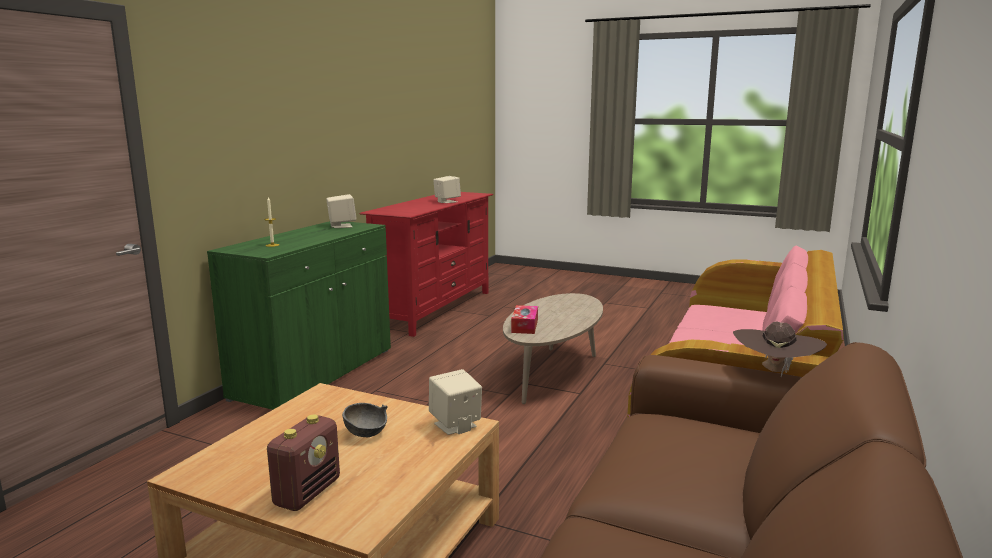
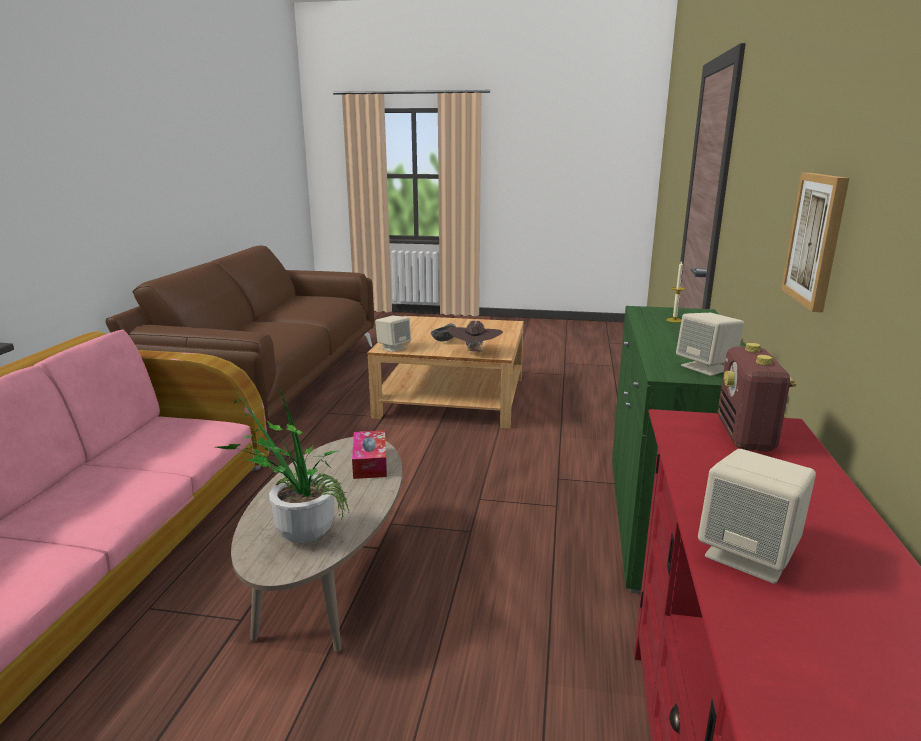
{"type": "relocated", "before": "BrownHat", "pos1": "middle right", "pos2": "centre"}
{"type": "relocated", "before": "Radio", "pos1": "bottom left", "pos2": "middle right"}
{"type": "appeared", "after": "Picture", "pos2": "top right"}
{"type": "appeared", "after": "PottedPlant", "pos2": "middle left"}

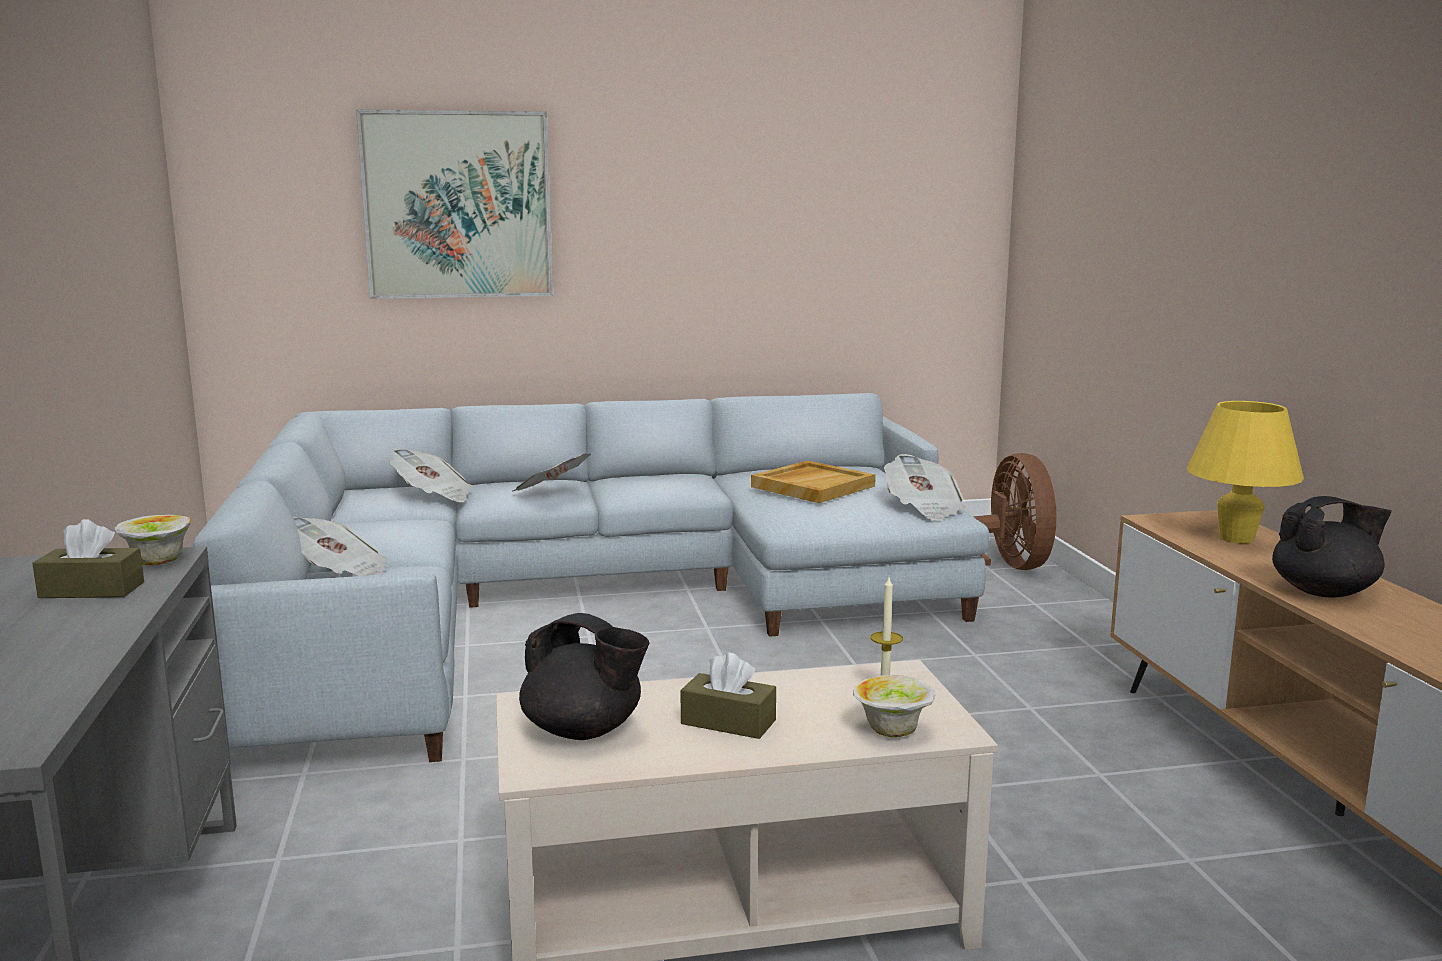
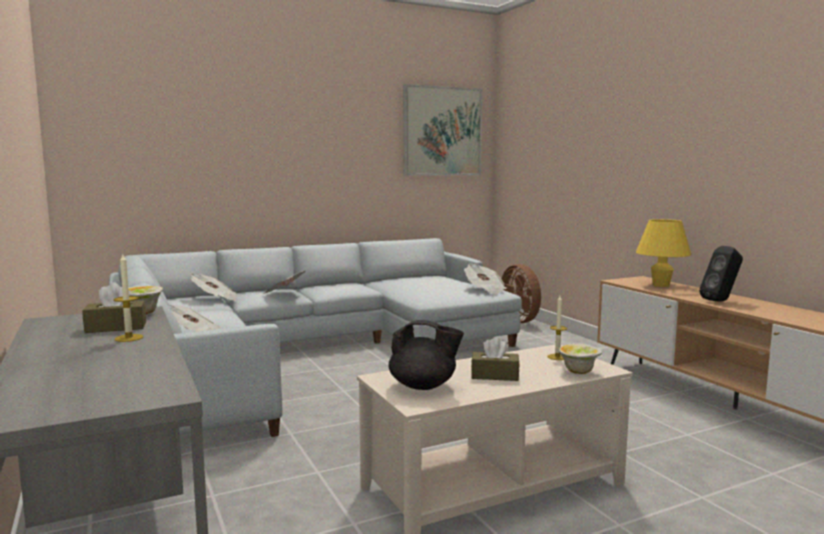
{"type": "relocated", "before": "Picture", "pos1": "top left", "pos2": "top centre"}
{"type": "missing", "before": "BeigeTray", "pos1": "centre"}
{"type": "exchanged", "before": "BlackTeapot (no. 2 from left)", "after": "BlackSpeaker", "pos1": "middle right", "pos2": "middle right"}
{"type": "appeared", "after": "Candle (no. 1 from left)", "pos2": "middle left"}

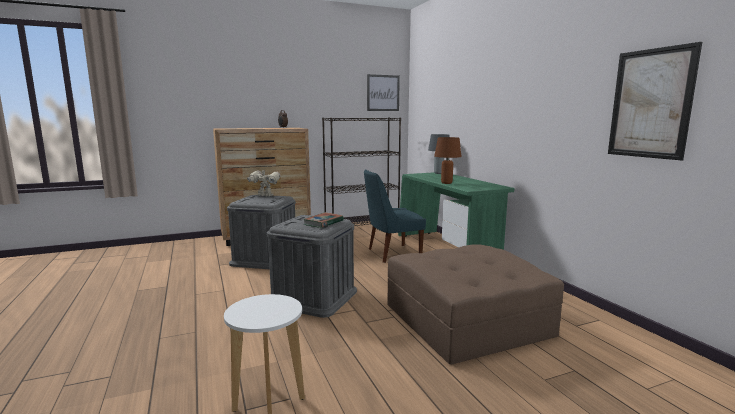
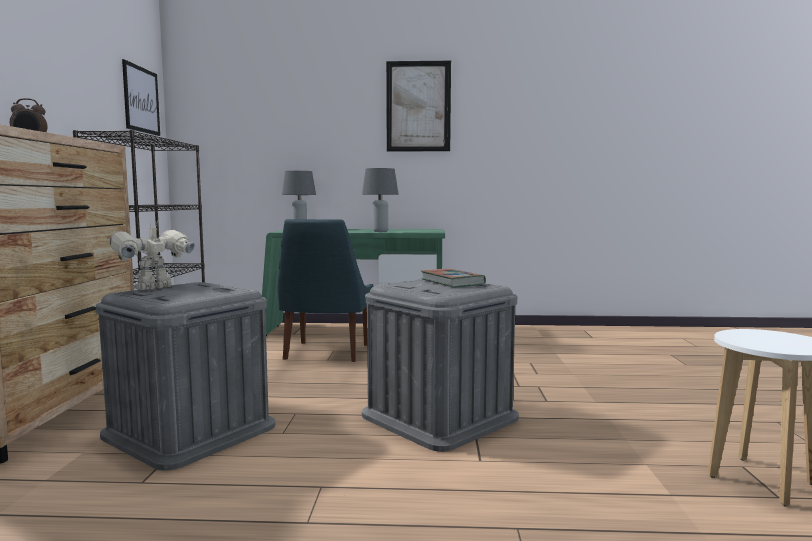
{"type": "relocated", "before": "Picture (no. 2 from left)", "pos1": "top right", "pos2": "top centre"}
{"type": "colour", "before": "BrownTableLamp", "after": "GreyTableLamp (no. 2 from left)", "pos1": "centre", "pos2": "centre"}
{"type": "missing", "before": "BrownOttoman", "pos1": "bottom centre"}

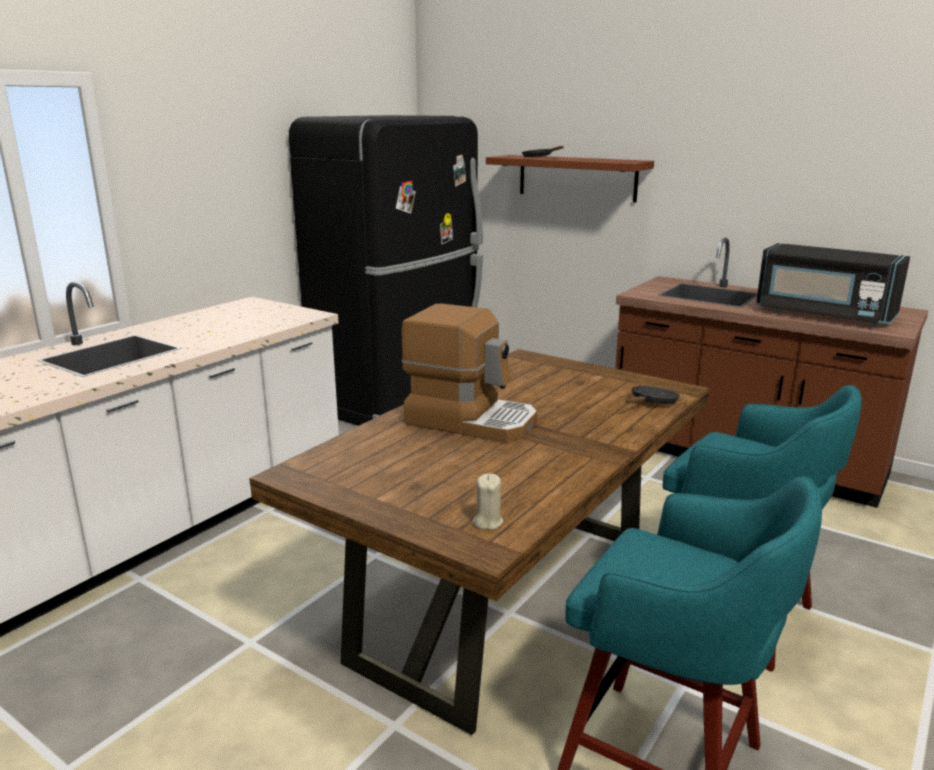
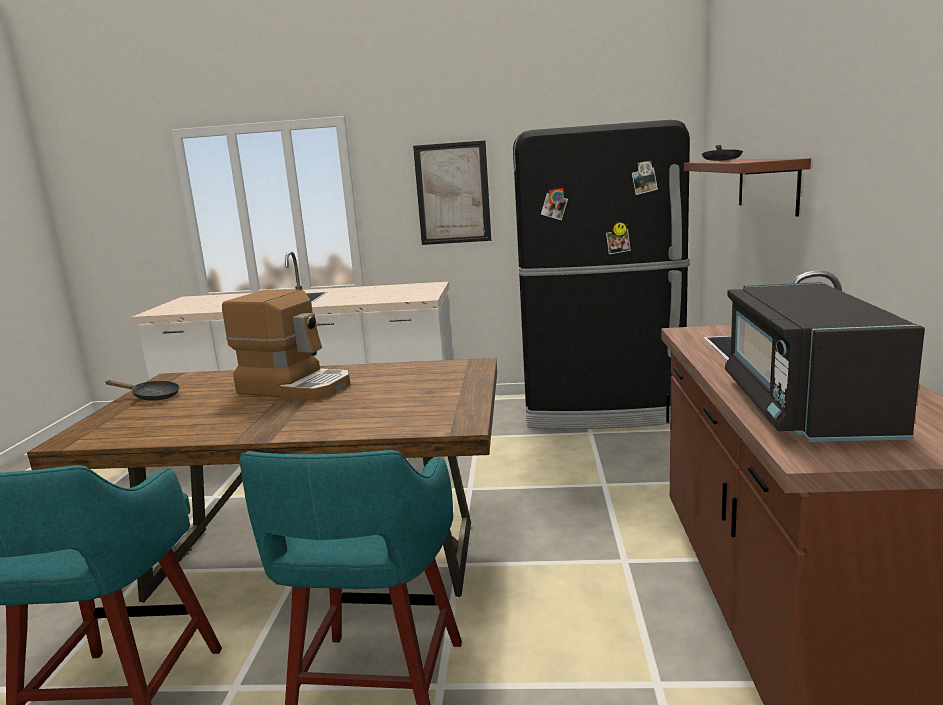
{"type": "spun", "before": "CoffeeMachine", "pos1": "centre", "pos2": "middle left", "turn": -60}
{"type": "relocated", "before": "BlackFryingPan (no. 2 from left in the first image)", "after": "BlackFryingPan (no. 1 from left)", "pos1": "middle right", "pos2": "middle left"}
{"type": "missing", "before": "BeigeCandle", "pos1": "centre"}
{"type": "appeared", "after": "Picture", "pos2": "top centre"}

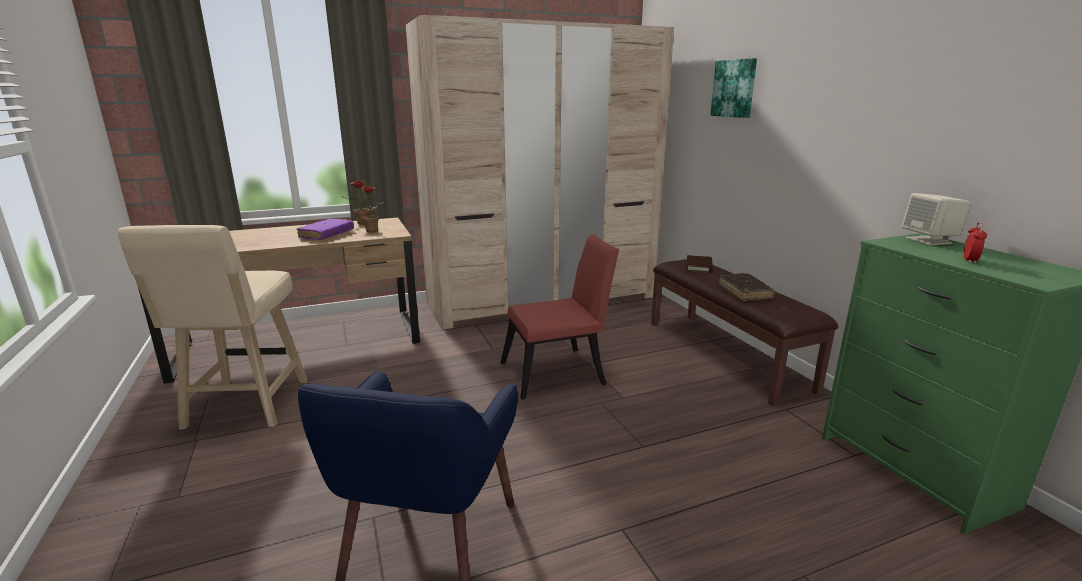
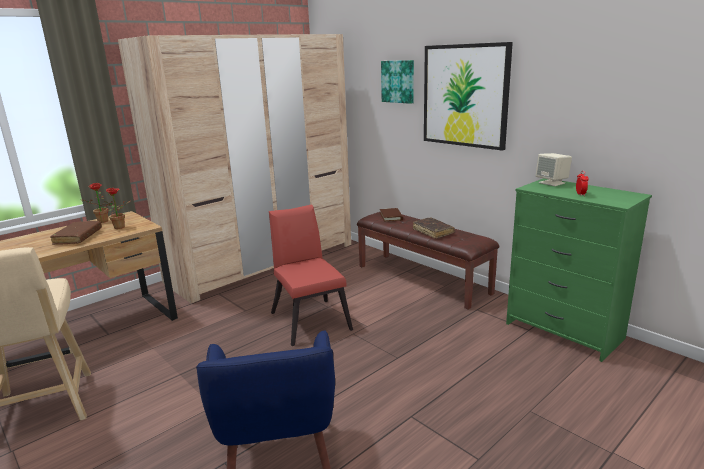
{"type": "colour", "before": "PurpleBook", "after": "BrownBook (no. 1 from left)", "pos1": "middle left", "pos2": "middle left"}
{"type": "spun", "before": "RedChair", "pos1": "centre", "pos2": "centre", "turn": -75}
{"type": "appeared", "after": "Picture (no. 2 from left)", "pos2": "top centre"}

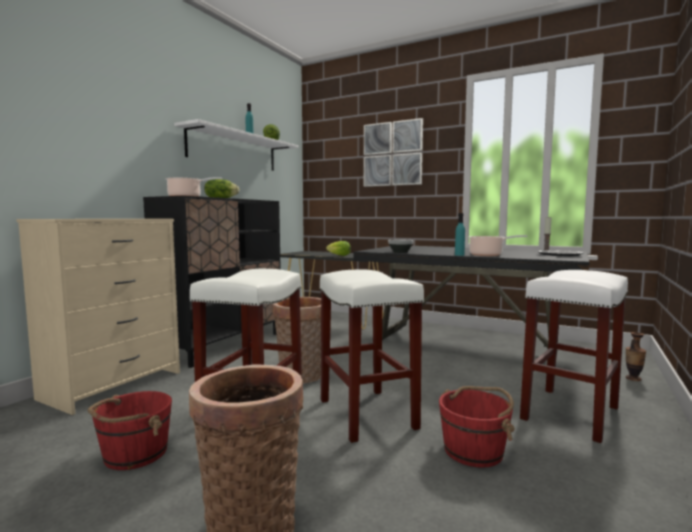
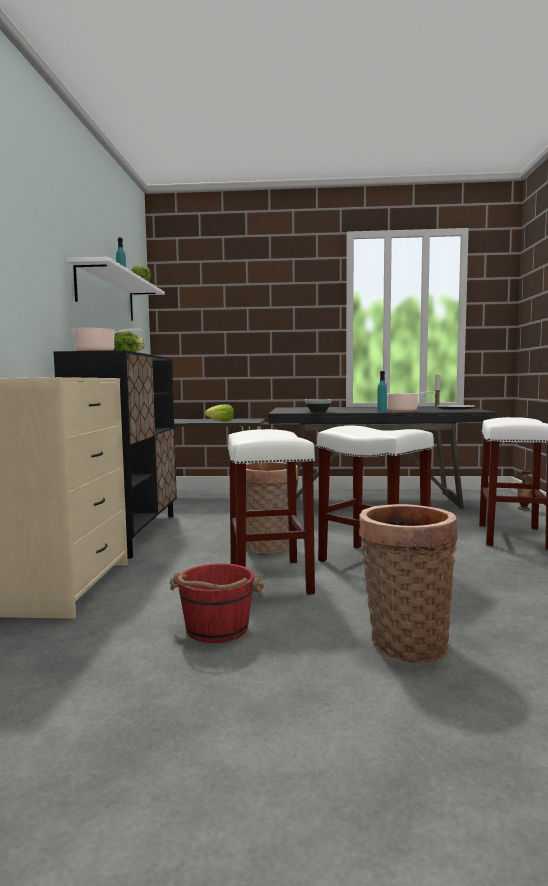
{"type": "missing", "before": "Picture", "pos1": "top centre"}
{"type": "missing", "before": "RedBucket (no. 2 from left)", "pos1": "bottom right"}

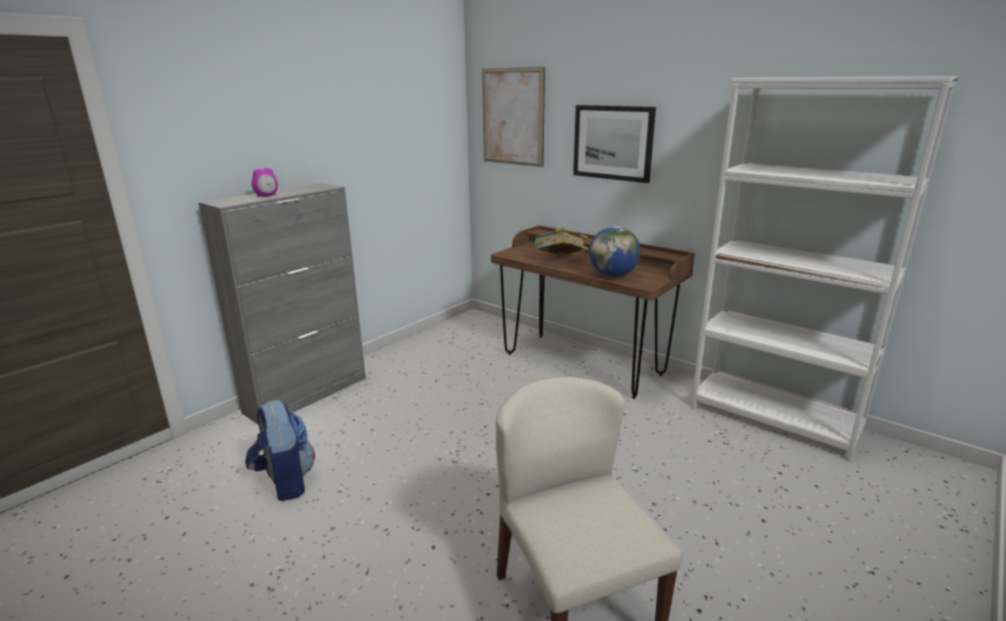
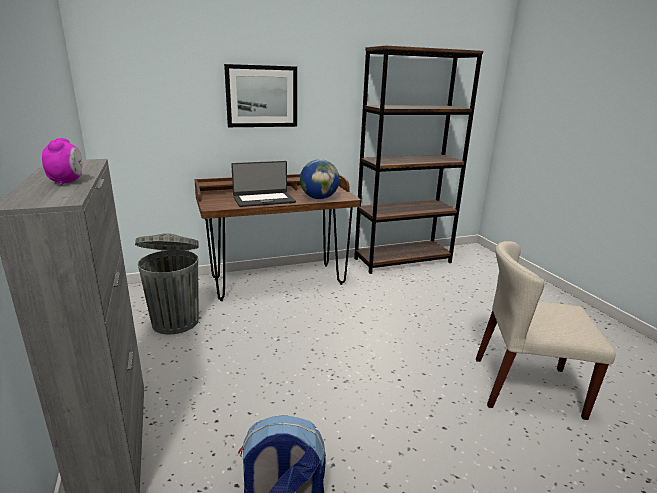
{"type": "missing", "before": "Picture (no. 1 from left)", "pos1": "top centre"}
{"type": "colour", "before": "WhiteBookcase", "after": "BrownBookcase", "pos1": "middle right", "pos2": "top centre"}
{"type": "exchanged", "before": "Book", "after": "Laptop", "pos1": "centre", "pos2": "centre"}
{"type": "appeared", "after": "GreyTrashCan", "pos2": "middle left"}

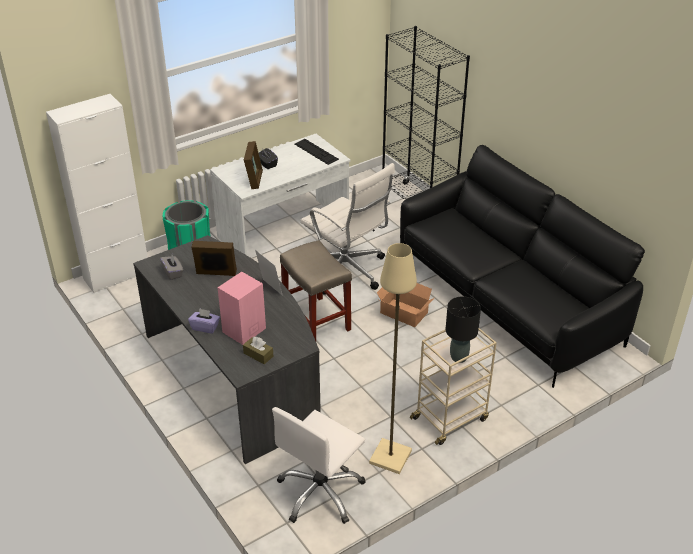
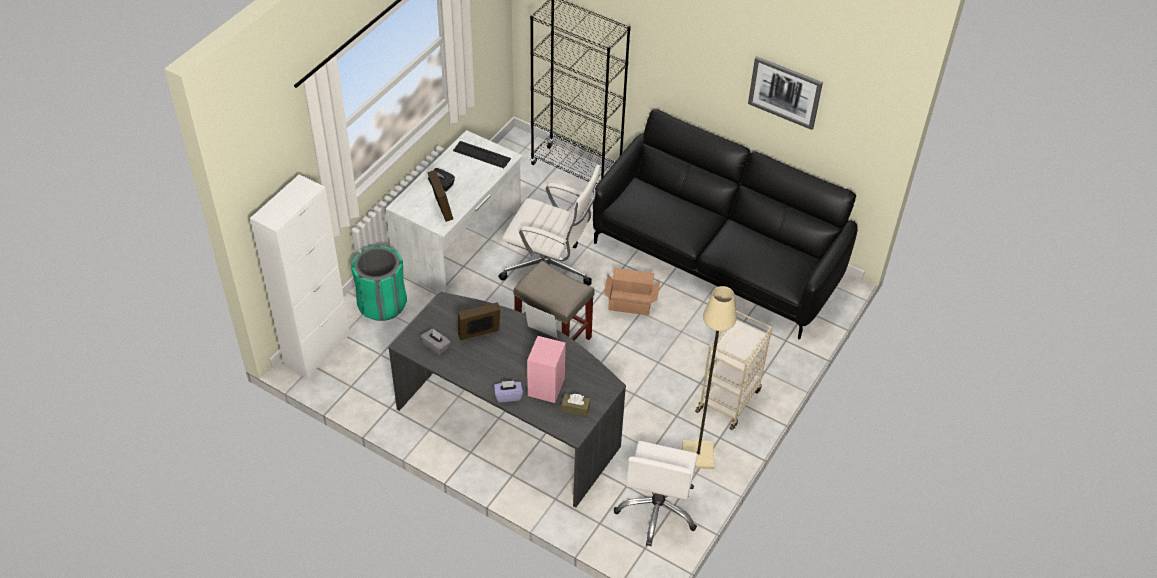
{"type": "missing", "before": "BlackTableLamp", "pos1": "middle right"}
{"type": "appeared", "after": "Picture", "pos2": "top right"}

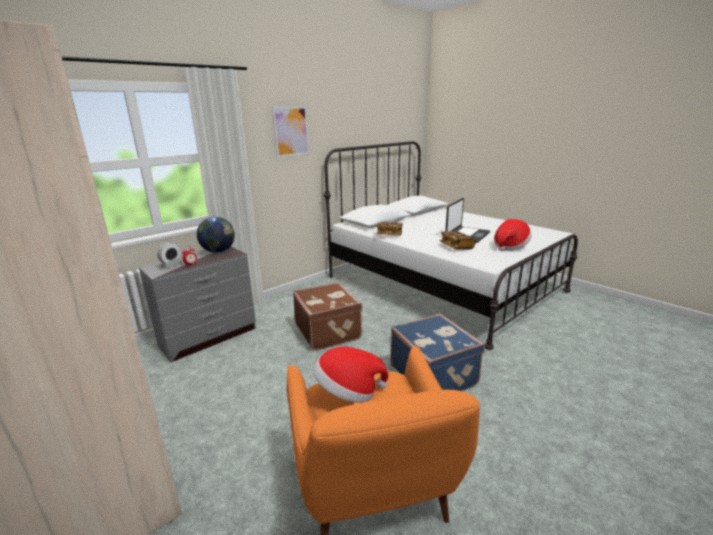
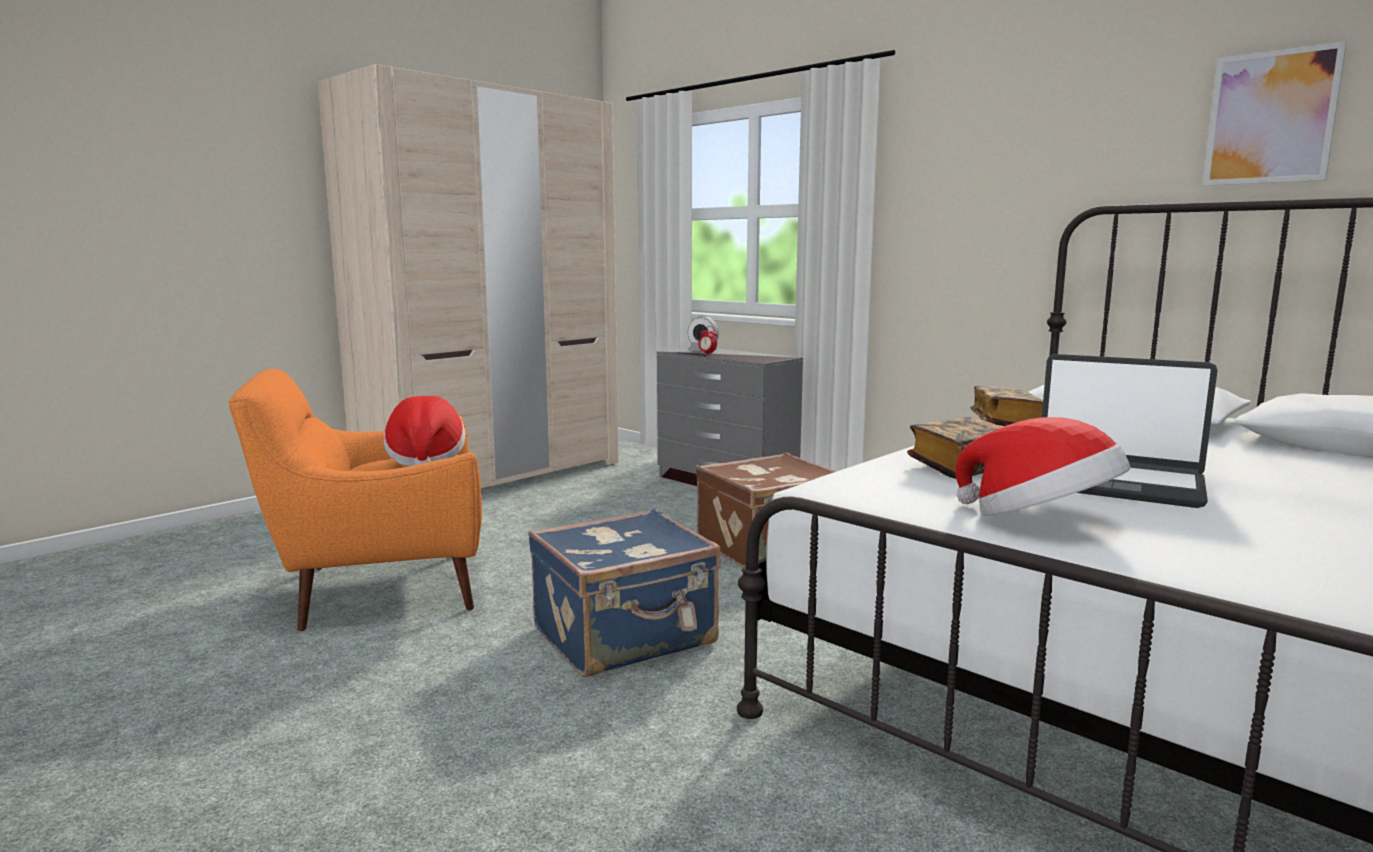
{"type": "relocated", "before": "Picture", "pos1": "top centre", "pos2": "top right"}
{"type": "missing", "before": "Globe", "pos1": "middle left"}

